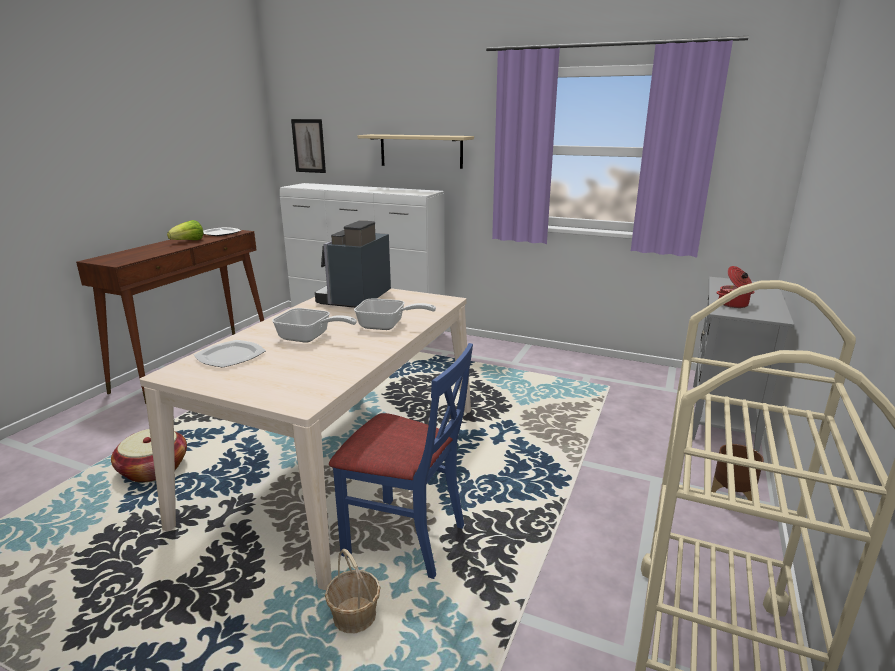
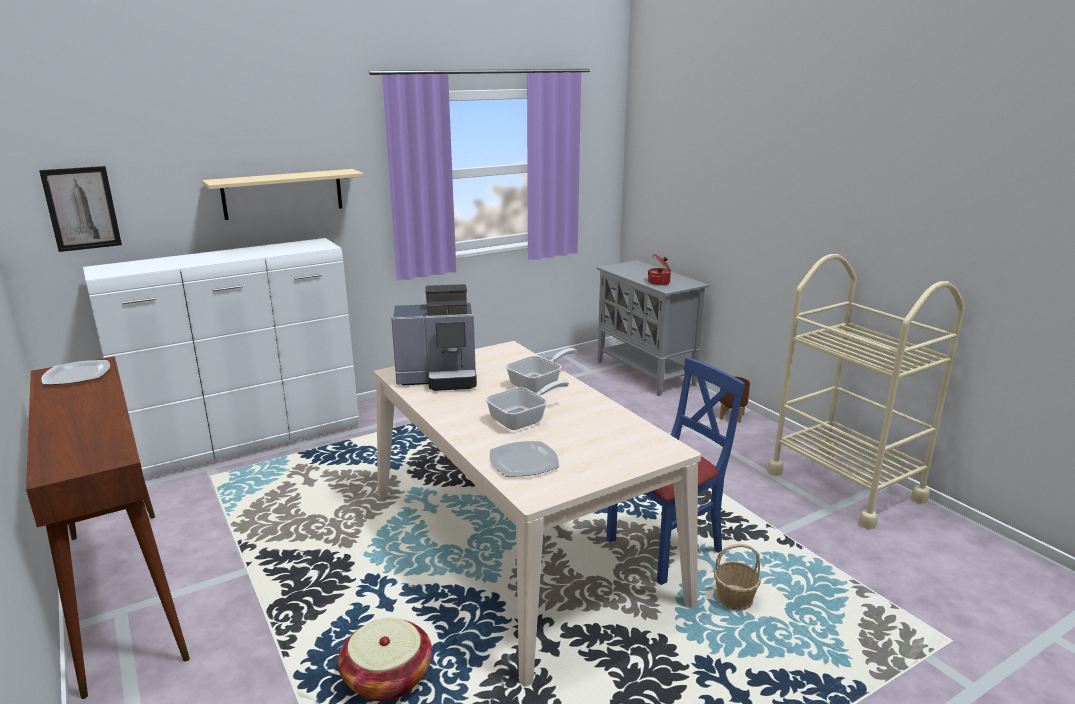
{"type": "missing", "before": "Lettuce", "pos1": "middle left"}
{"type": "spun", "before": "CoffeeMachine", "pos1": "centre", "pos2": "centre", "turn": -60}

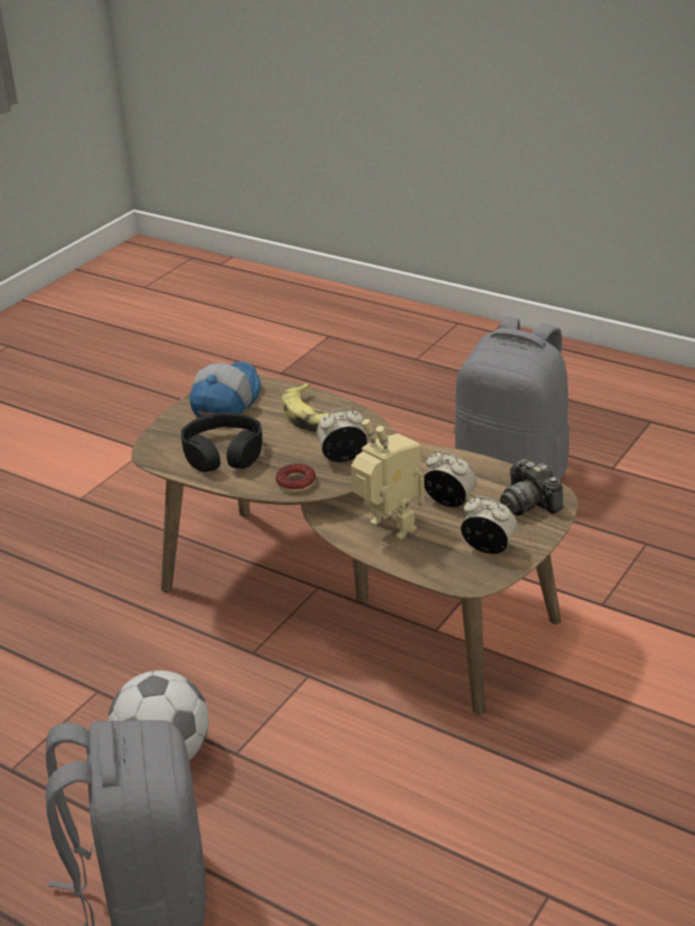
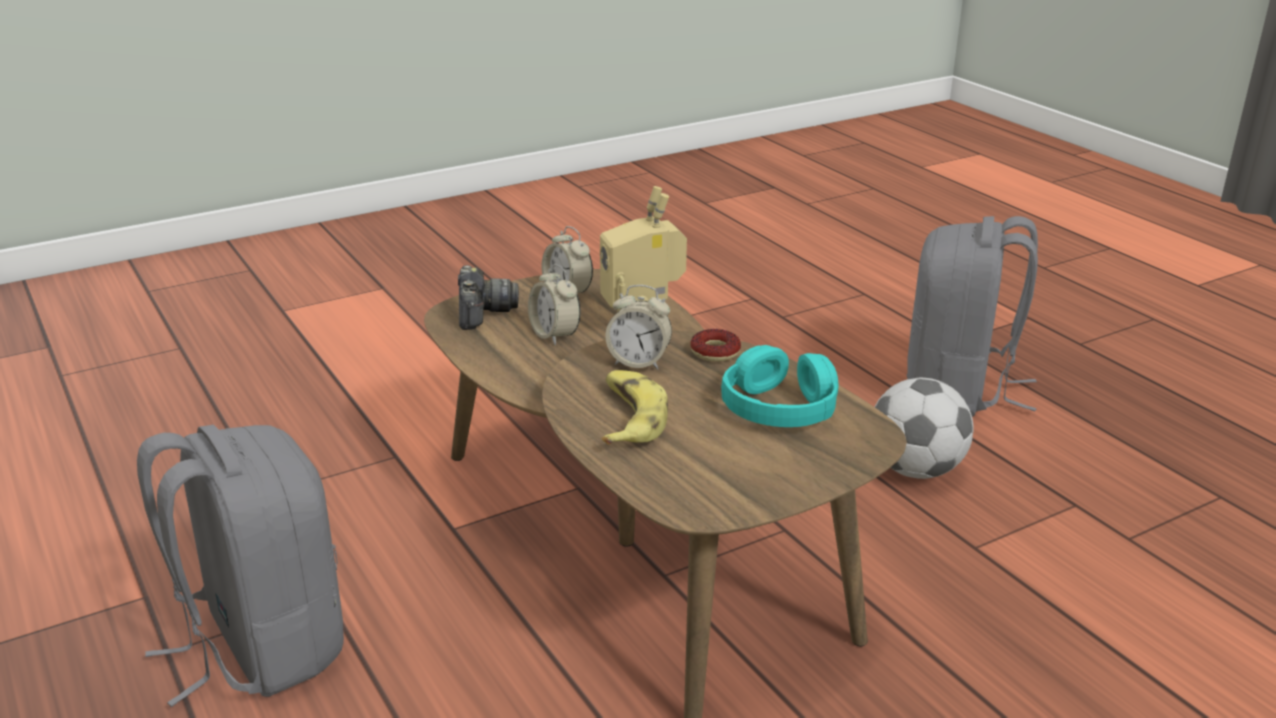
{"type": "missing", "before": "Cap", "pos1": "middle left"}
{"type": "colour", "before": "BlackHeadphones", "after": "TurquoiseHeadphones", "pos1": "middle left", "pos2": "centre"}

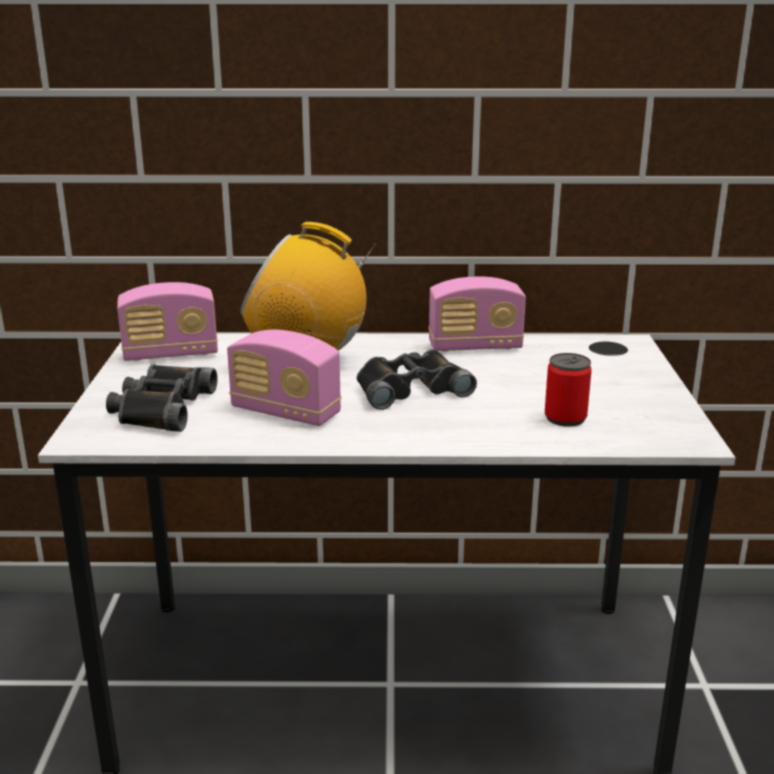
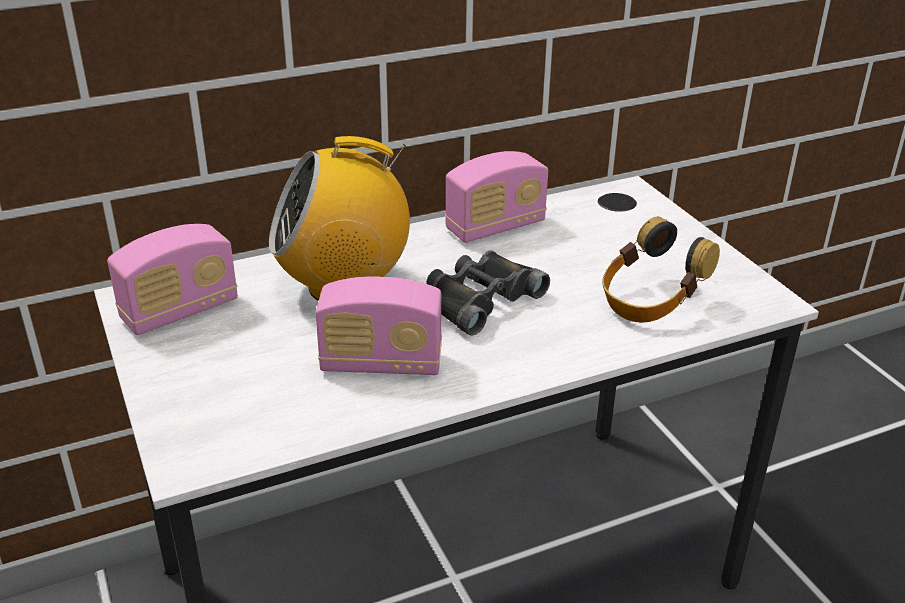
{"type": "exchanged", "before": "Can", "after": "Headphones", "pos1": "middle right", "pos2": "middle right"}
{"type": "missing", "before": "BlackBinoculars (no. 1 from left)", "pos1": "middle left"}

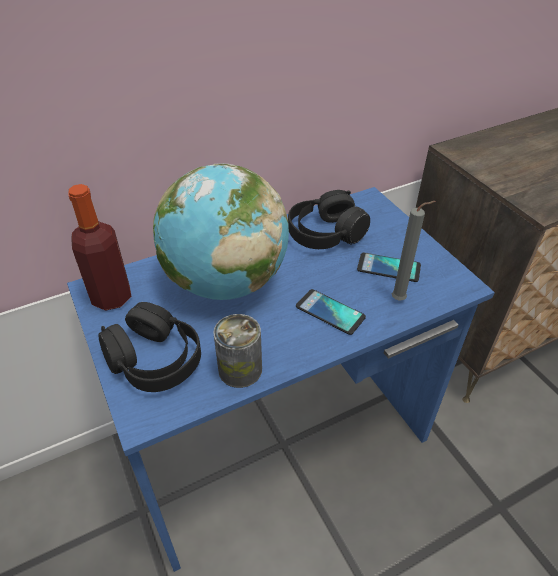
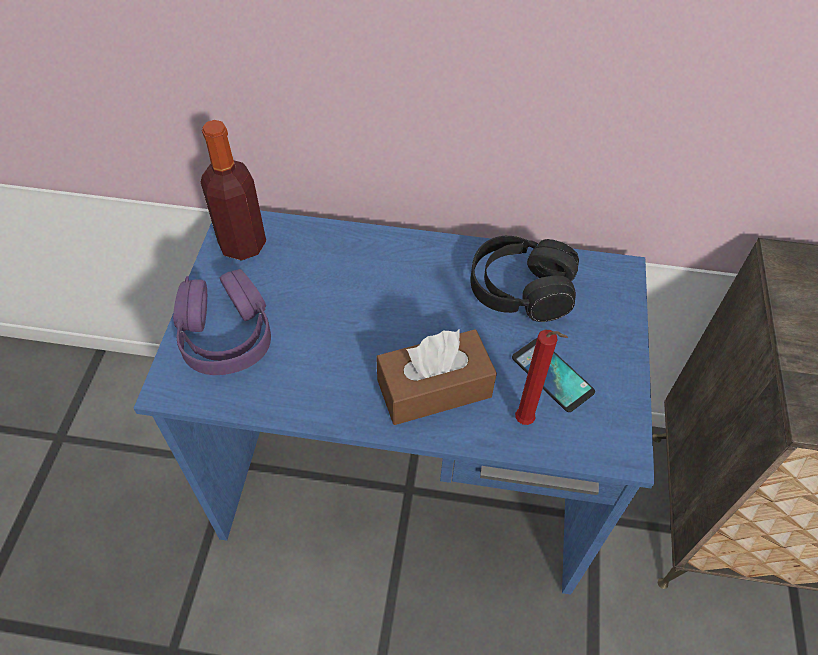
{"type": "missing", "before": "Globe", "pos1": "centre"}
{"type": "colour", "before": "GreyCandle", "after": "RedCandle", "pos1": "middle right", "pos2": "centre"}
{"type": "exchanged", "before": "Phone (no. 1 from left)", "after": "BrownTissueBox", "pos1": "centre", "pos2": "centre"}
{"type": "colour", "before": "BlackHeadphones (no. 1 from left)", "after": "PurpleHeadphones", "pos1": "middle left", "pos2": "middle left"}
{"type": "missing", "before": "Can", "pos1": "centre"}

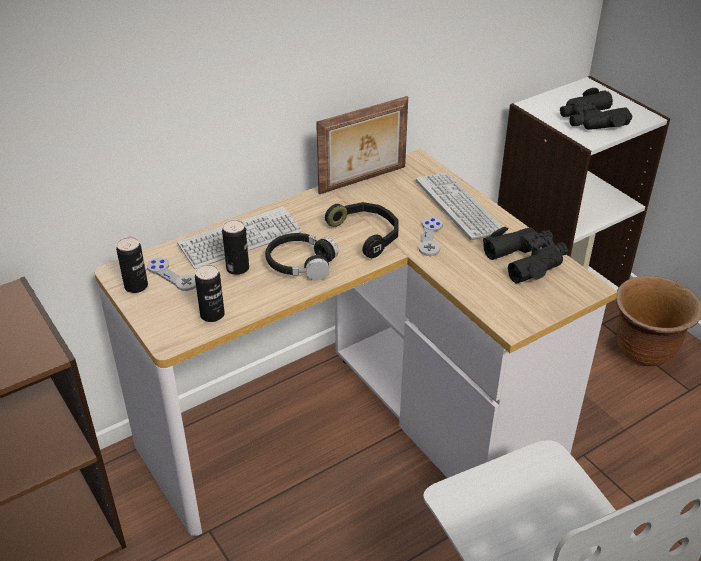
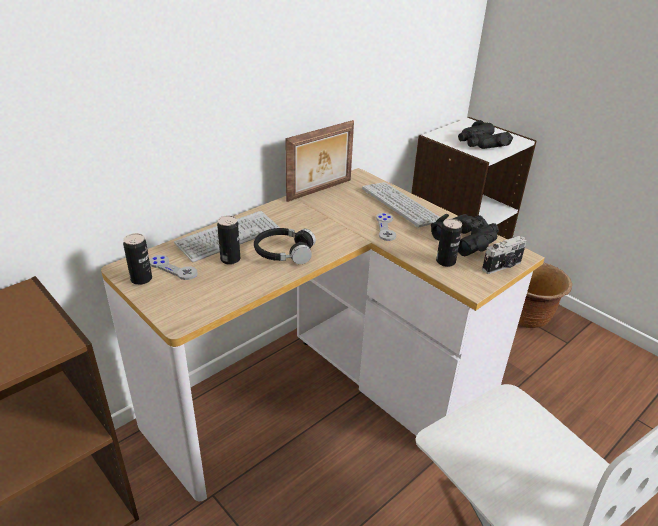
{"type": "missing", "before": "BlackHeadphones (no. 2 from left)", "pos1": "centre"}
{"type": "relocated", "before": "Can (no. 2 from left in the first image)", "after": "Can (no. 3 from left)", "pos1": "middle left", "pos2": "middle right"}
{"type": "appeared", "after": "PhotoCamera", "pos2": "middle right"}

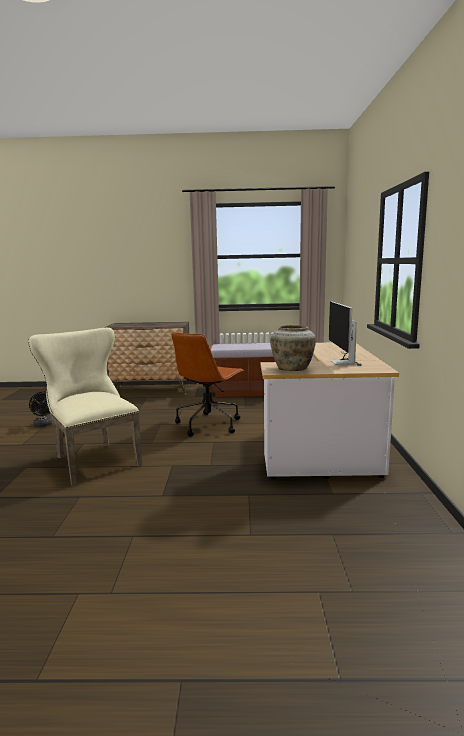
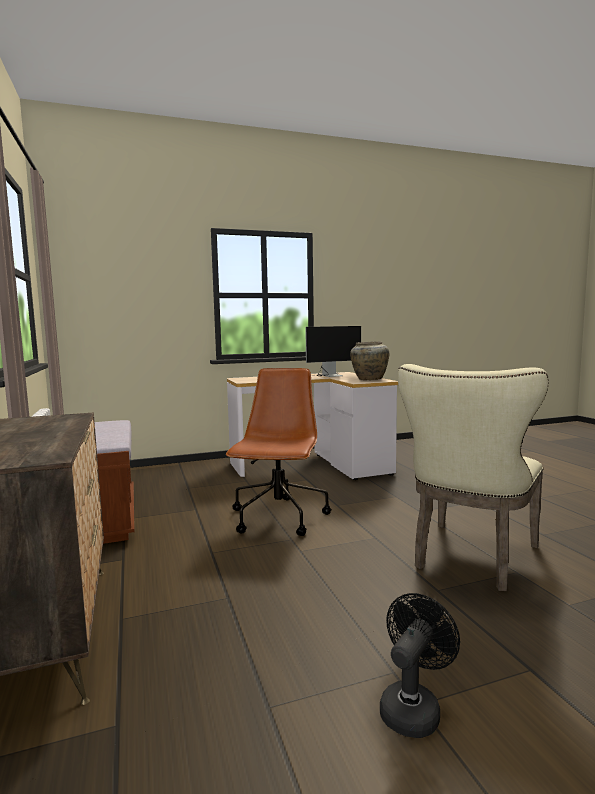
{"type": "spun", "before": "BrownOfficeChair", "pos1": "centre", "pos2": "centre", "turn": -90}

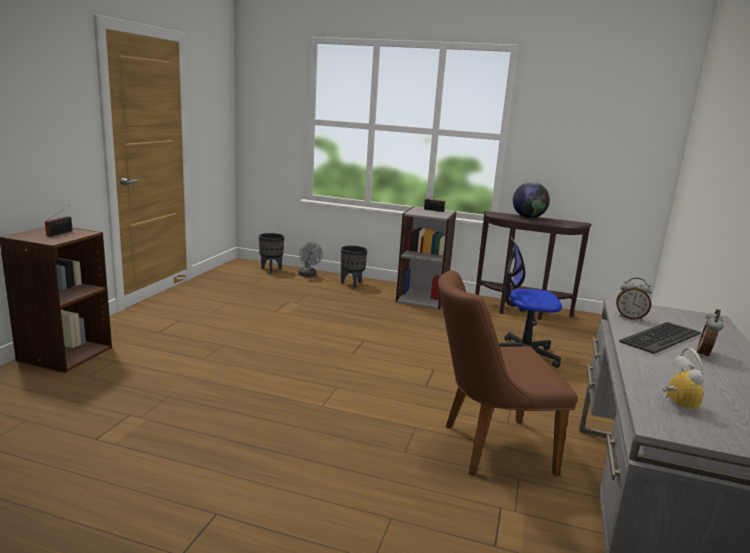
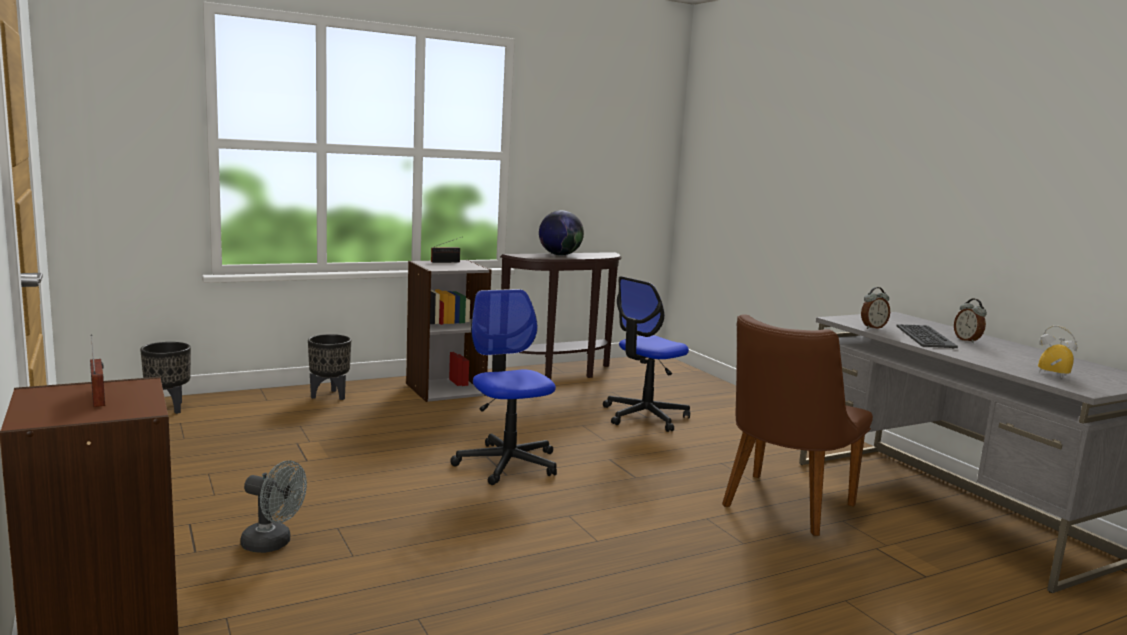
{"type": "relocated", "before": "GreyFan", "pos1": "centre", "pos2": "bottom left"}
{"type": "appeared", "after": "OfficeChair (no. 1 from left)", "pos2": "centre"}

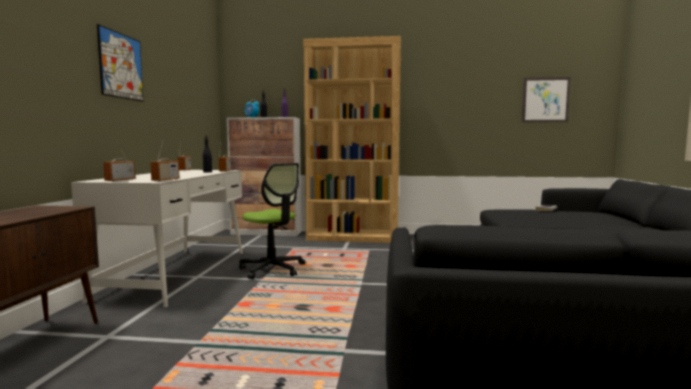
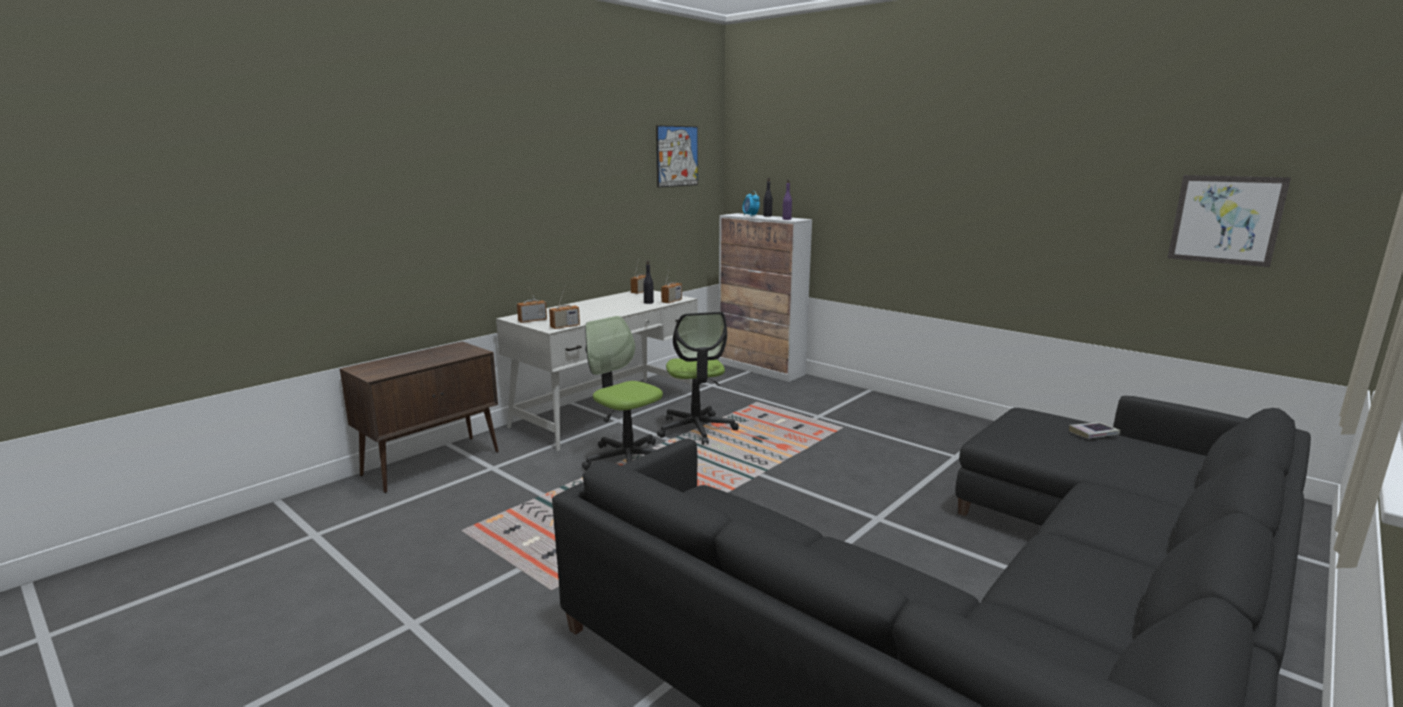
{"type": "relocated", "before": "Picture (no. 1 from left)", "pos1": "top left", "pos2": "top centre"}
{"type": "missing", "before": "BrownBookcase", "pos1": "centre"}
{"type": "appeared", "after": "OfficeChair (no. 1 from left)", "pos2": "centre"}

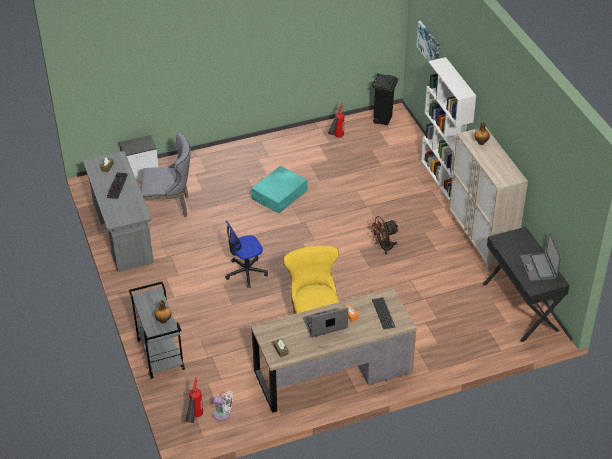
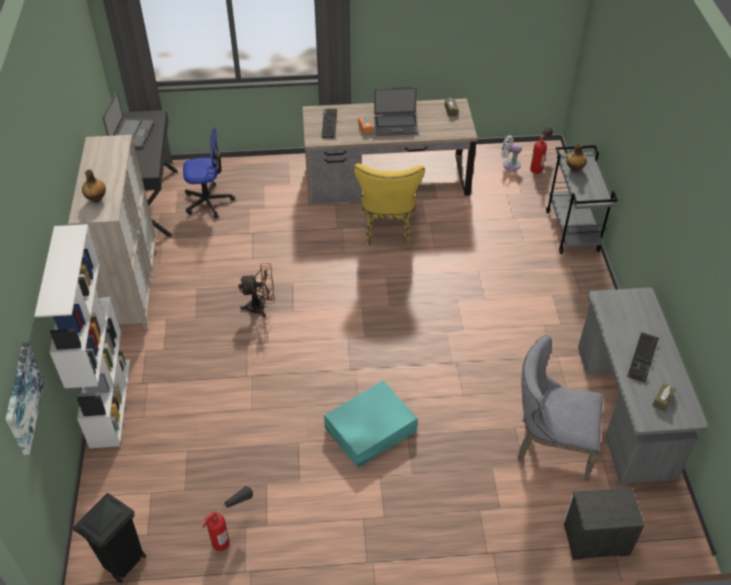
{"type": "relocated", "before": "OfficeChair", "pos1": "centre", "pos2": "top left"}

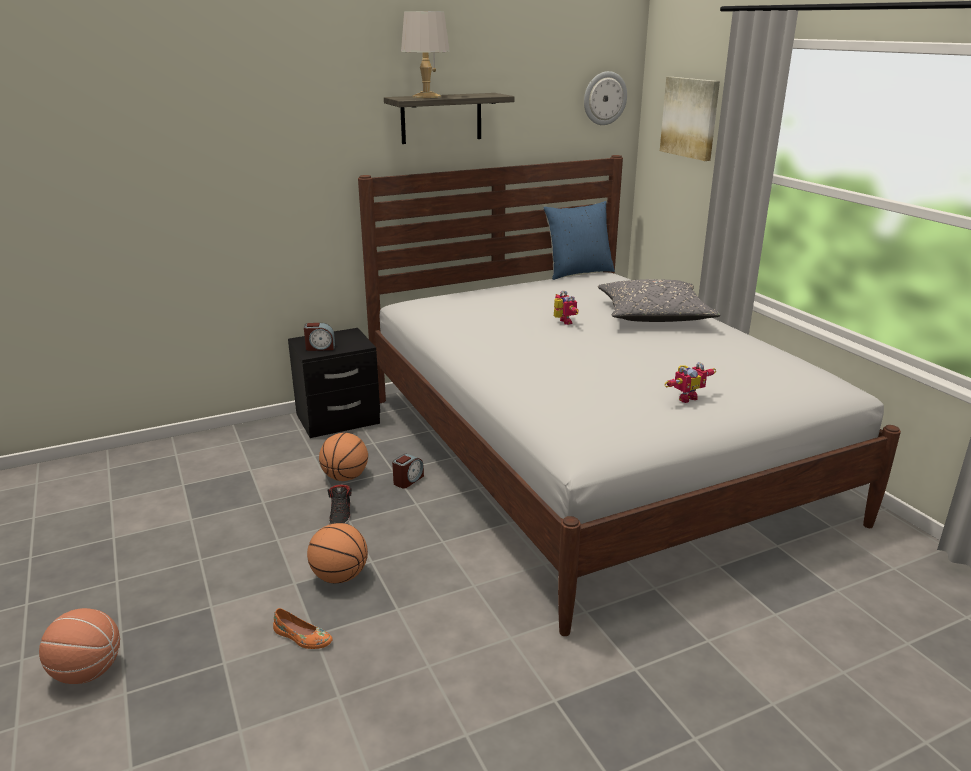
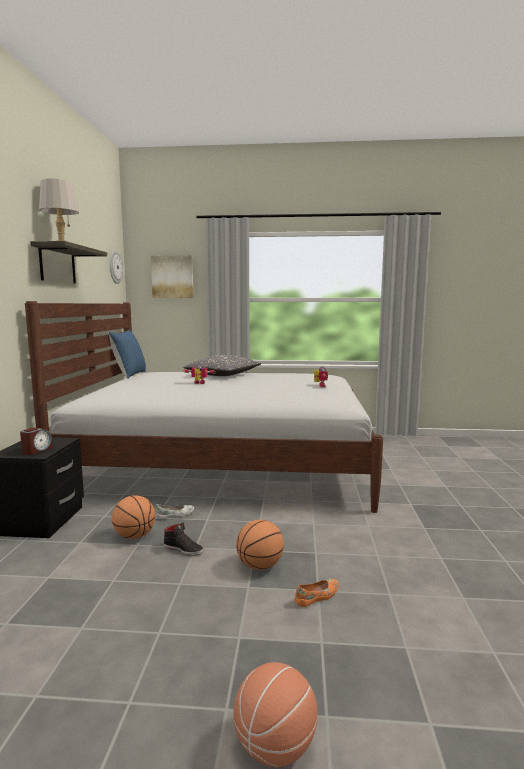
{"type": "exchanged", "before": "AlarmClock (no. 2 from left)", "after": "WhiteShoe", "pos1": "centre", "pos2": "middle left"}

